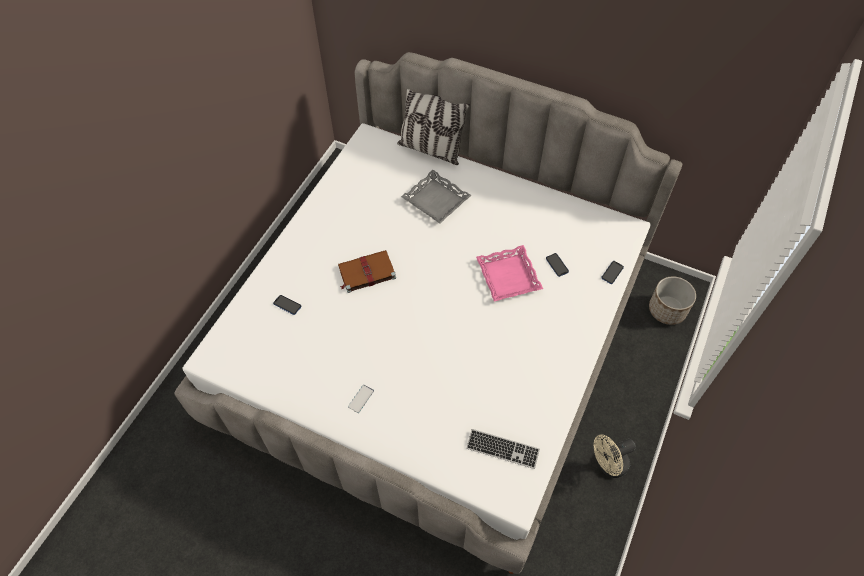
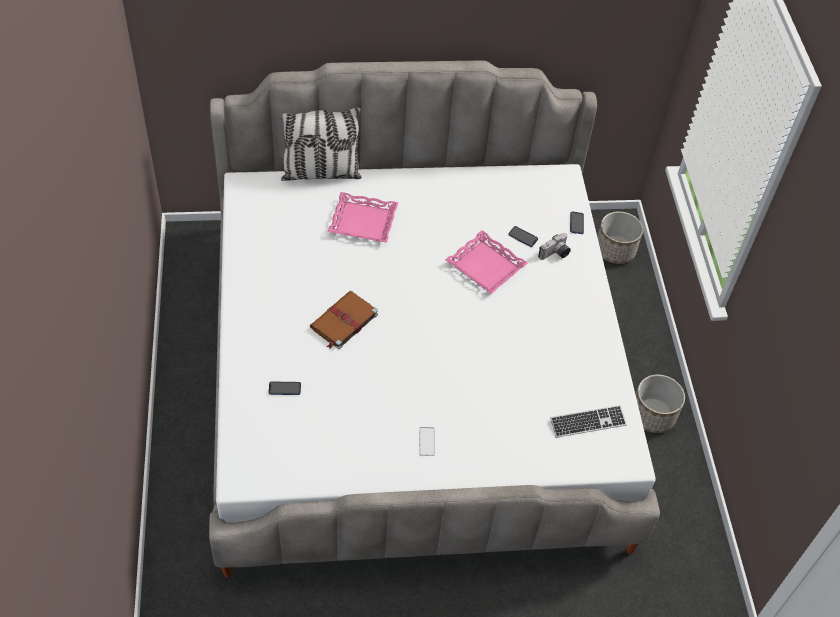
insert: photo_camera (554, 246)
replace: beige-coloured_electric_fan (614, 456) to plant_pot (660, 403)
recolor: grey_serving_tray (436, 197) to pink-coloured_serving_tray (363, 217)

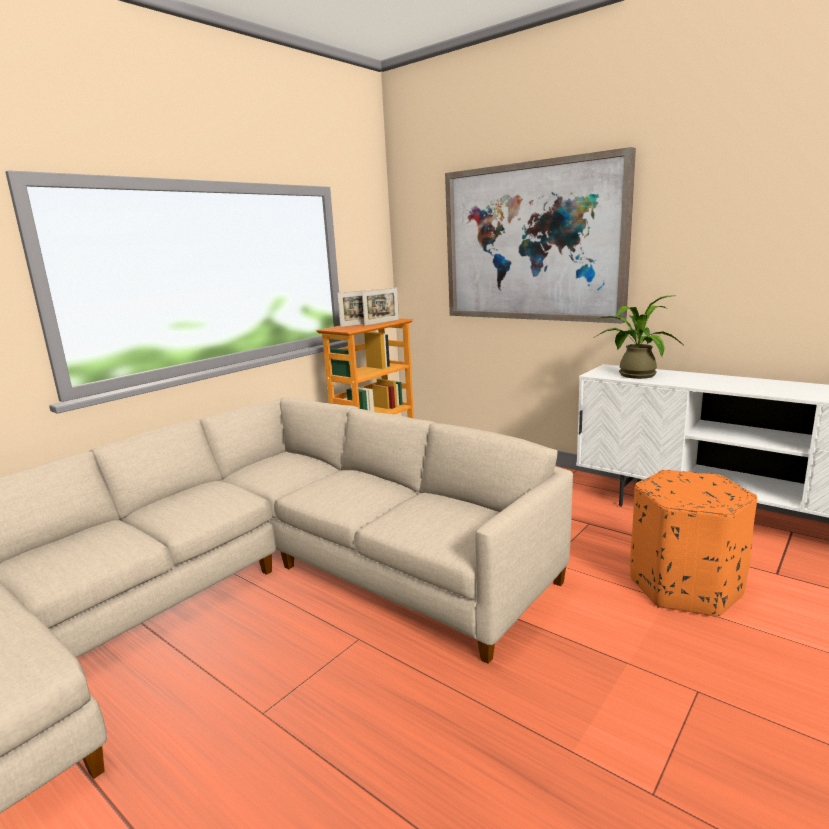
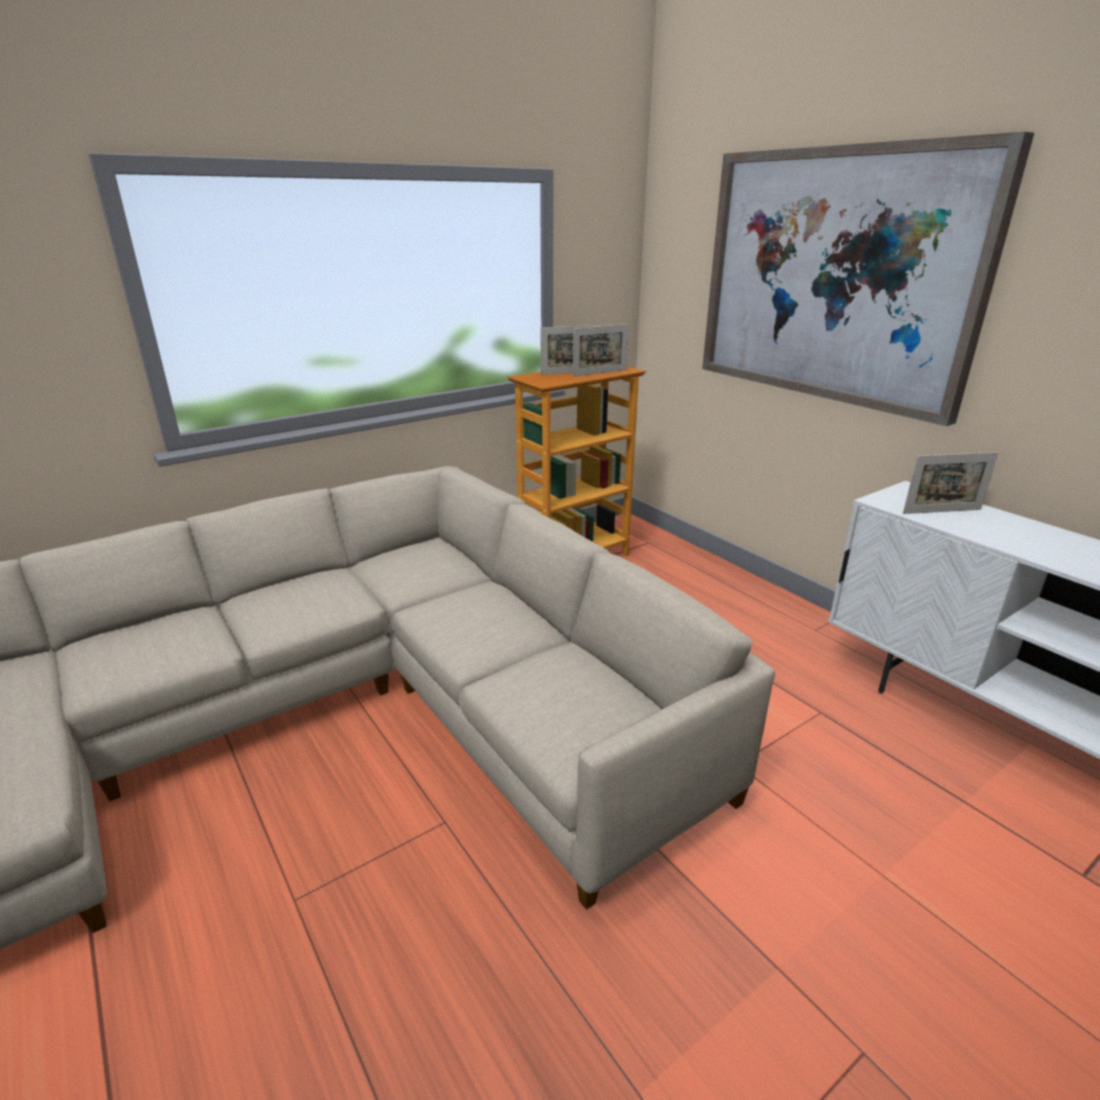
delete: orange_footrest (693, 543)
replace: potted_plant (639, 337) to photo_frame (950, 483)

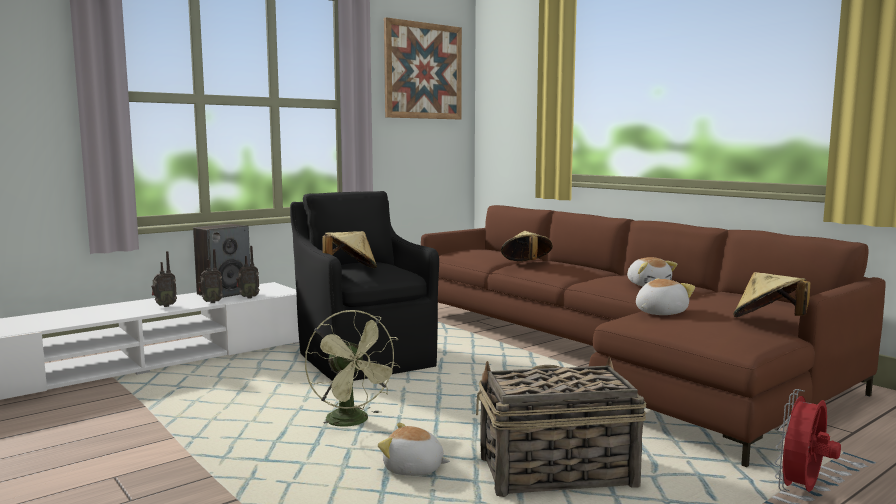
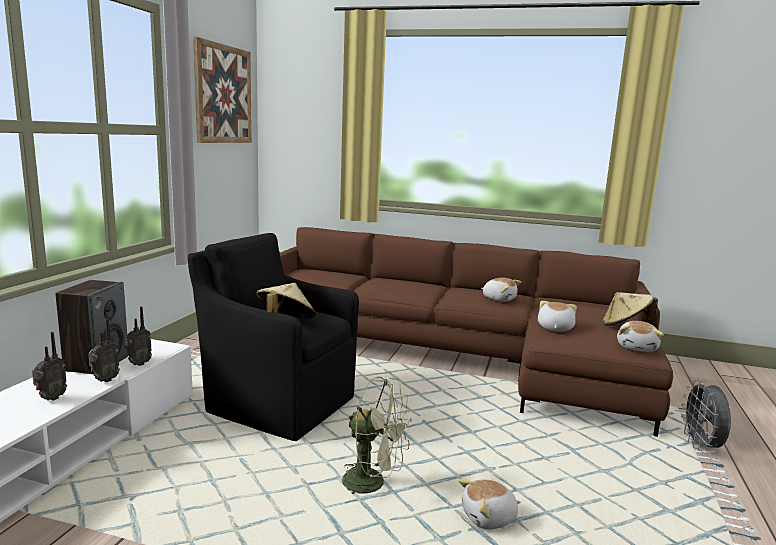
delete: basket (561, 426); beige-coloured_hat (527, 246)
insert: plush_toy (640, 336)
recolor: red-coloured_electric_fan (807, 440) to grey_electric_fan (706, 415)

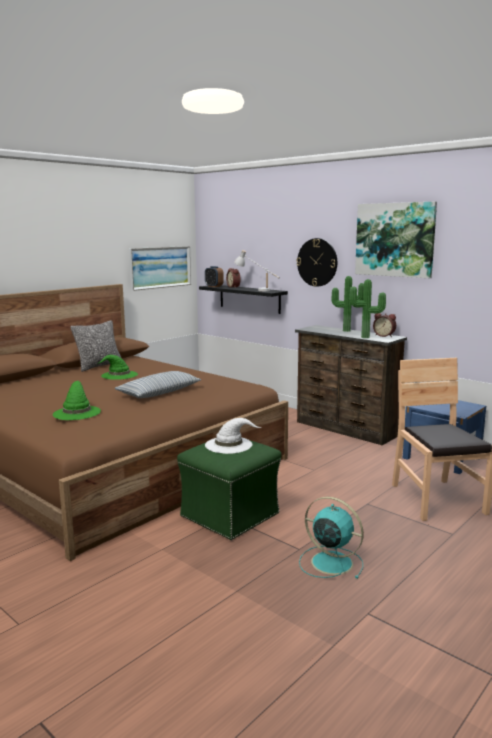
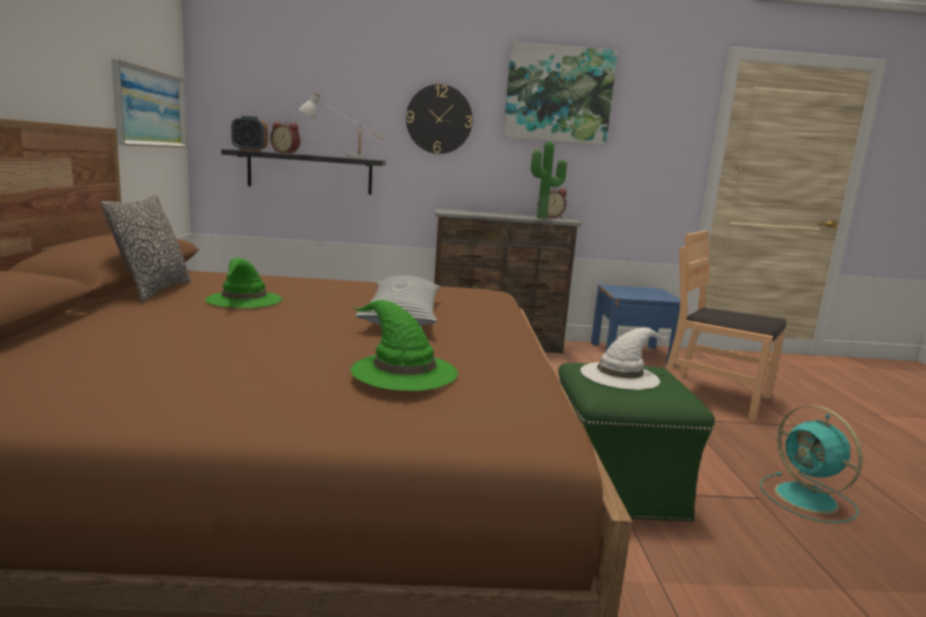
delete: potted_plant (347, 304)
rotate: turquoise-coloured_electric_fan (331, 538) = (811, 464) 105 degrees counterclockwise

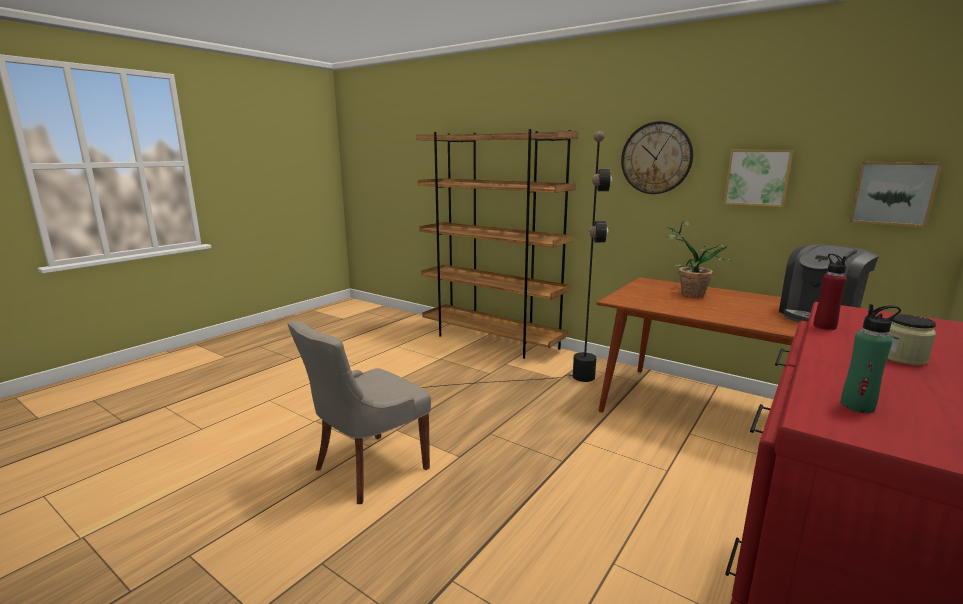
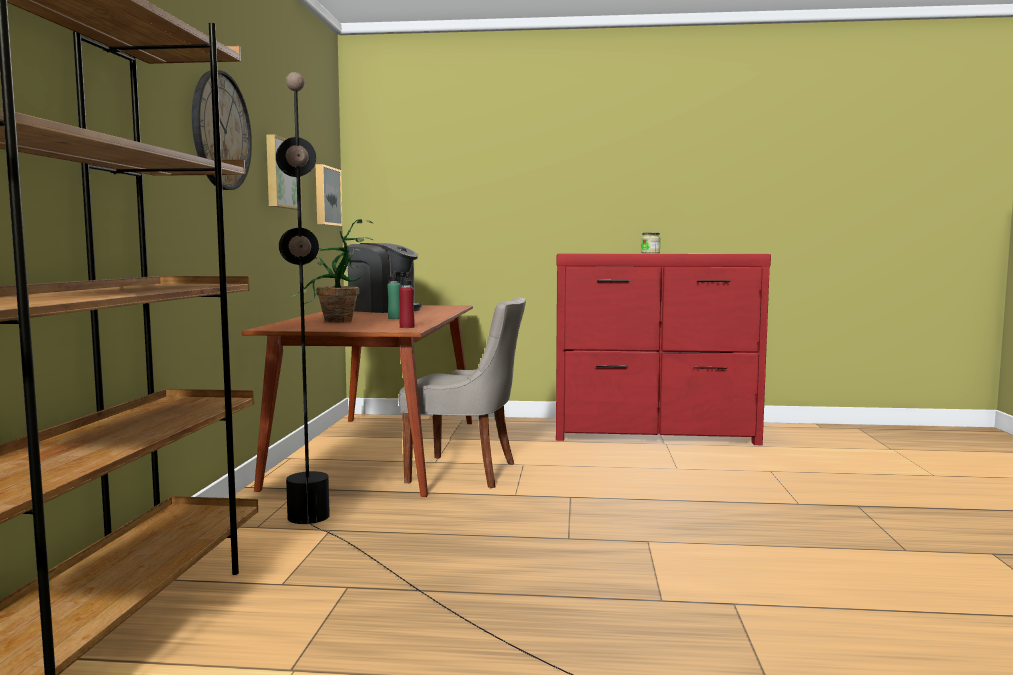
move: grey_upright_chair (359, 412) to (462, 392); red-coloured_bottle (830, 292) to (407, 300); green_bottle (871, 358) to (394, 294)

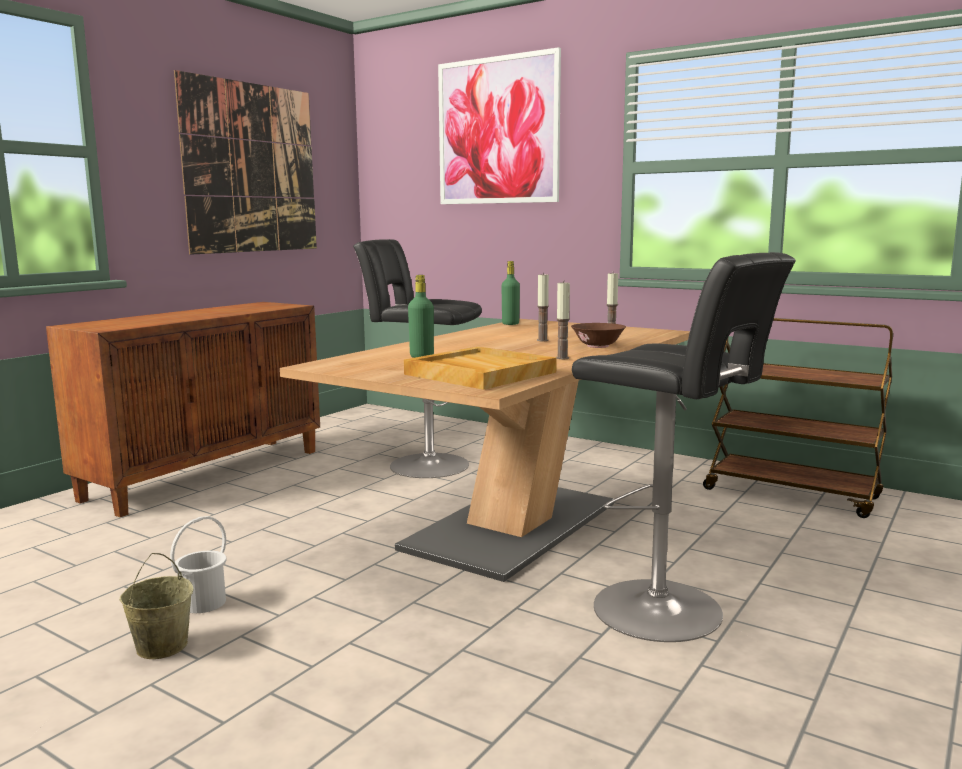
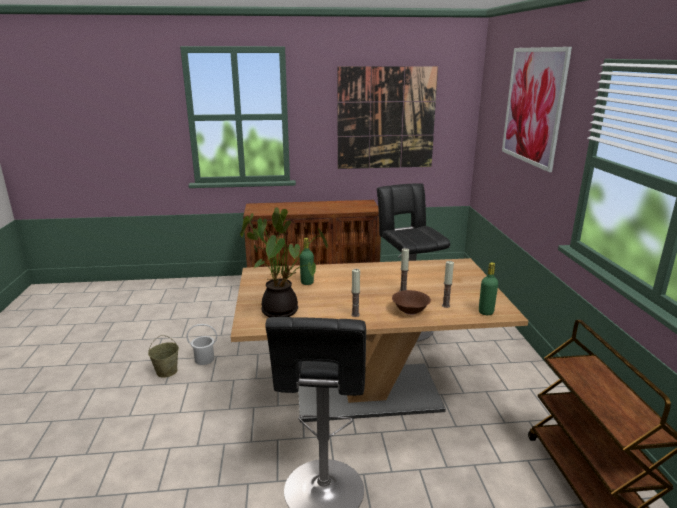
move: green_bottle (511, 293) to (488, 288)
replace: beige-coloured_serving_tray (480, 368) to potted_plant (284, 262)

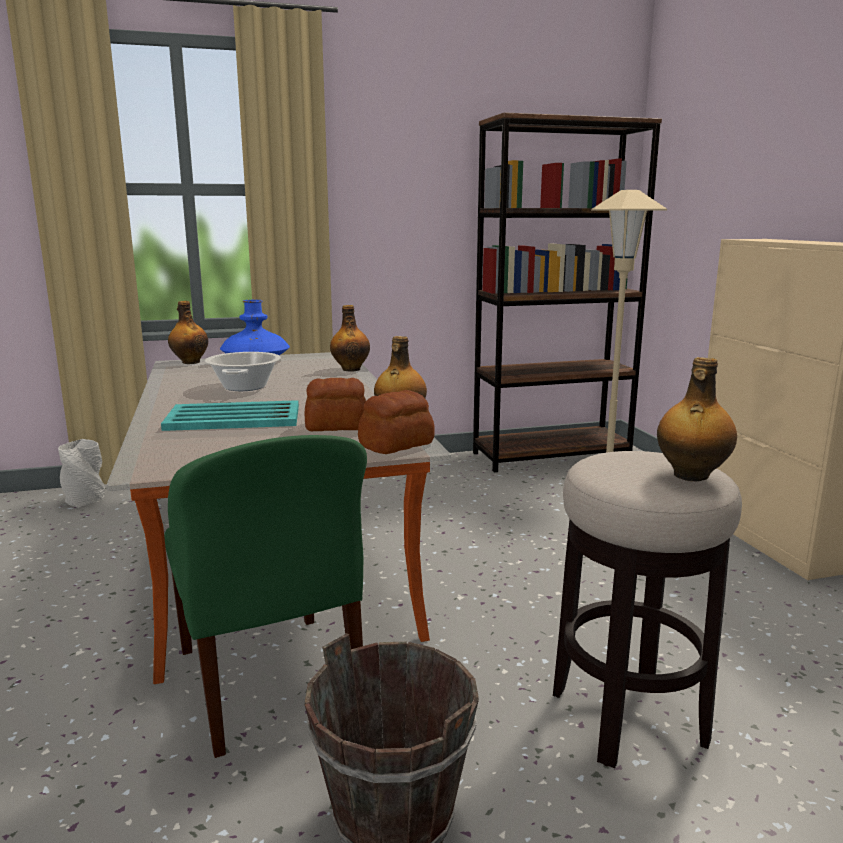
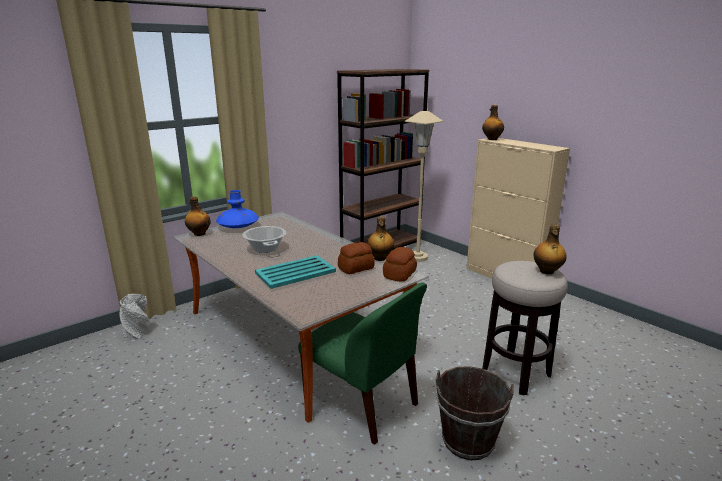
move: bottle (350, 338) to (493, 122)

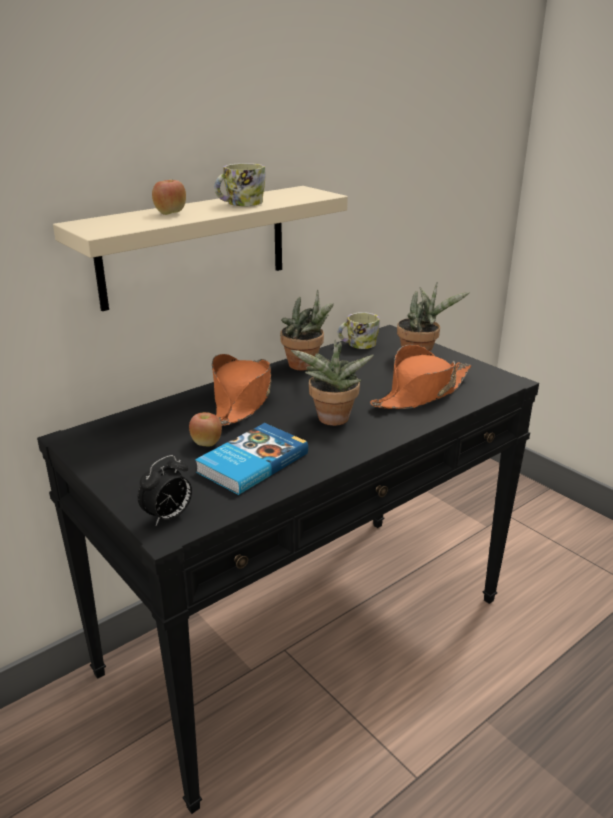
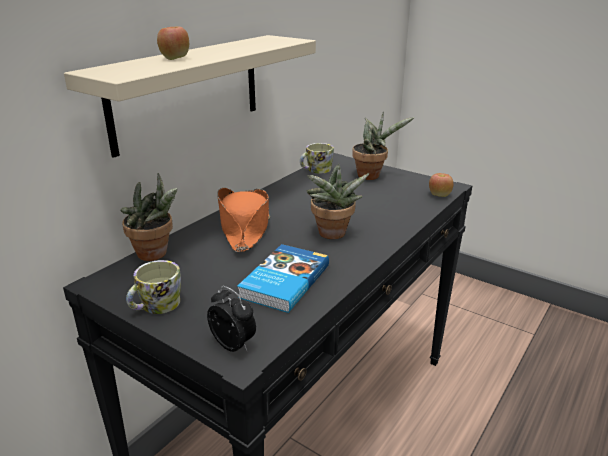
delete: orange_hat (420, 377)
move: whole_apple (205, 429) to (441, 185); coffee_mug (240, 184) to (153, 287); potted_plant (307, 330) to (148, 217)
rotate: table_clock (165, 490) = (231, 319) 75 degrees counterclockwise

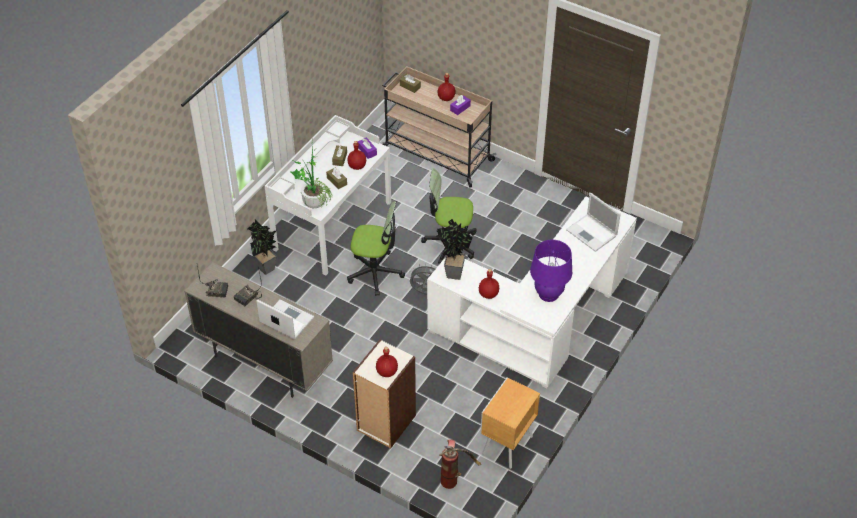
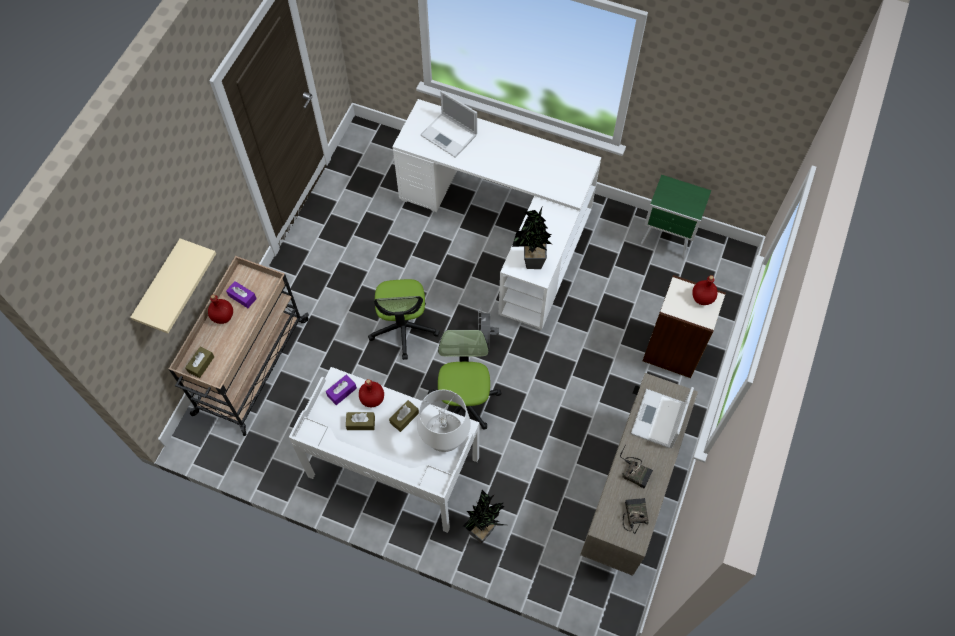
delete: fire-fighting_cylinder (460, 464); red-coloured_bottle (489, 284); purplish_tabletop_lamp (551, 271)
insert: beige-coloured_shelf (173, 285)
replace: potted_plant (311, 176) to white_tabletop_lamp (444, 421)
recolor: brown-coloured_night_table (510, 423) to green_night_table (676, 216)
rotate: laptop (593, 222) = (449, 124) 90 degrees clockwise

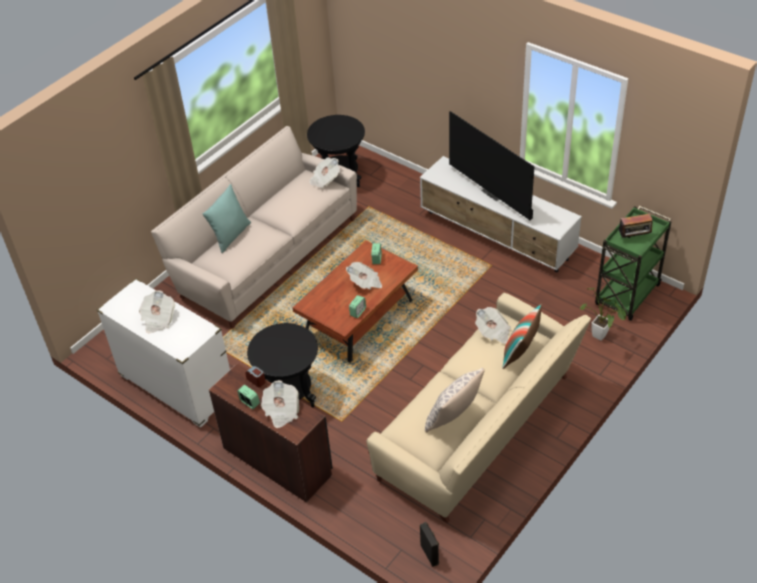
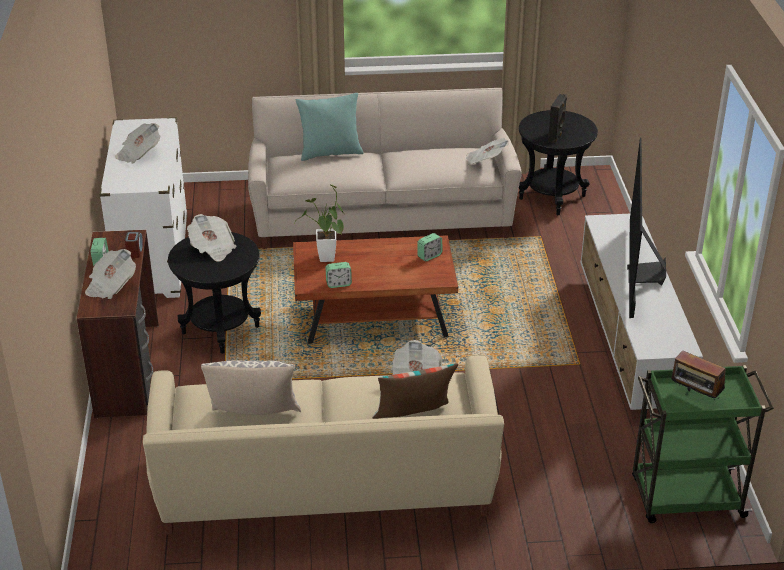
move: daily_paper (364, 276) to (212, 238); blackish_speaker (429, 544) to (557, 118); potted_plant (603, 314) to (319, 223)

